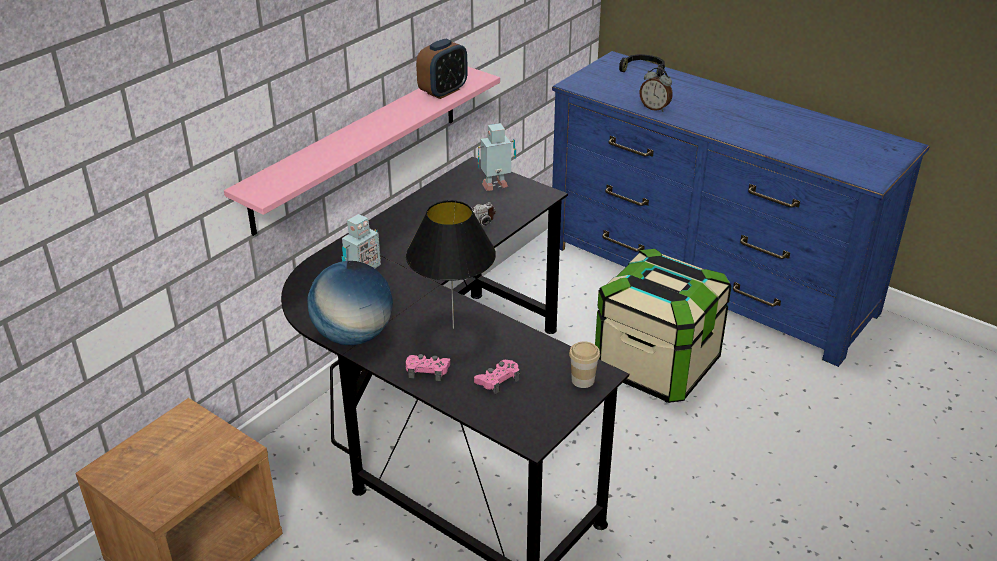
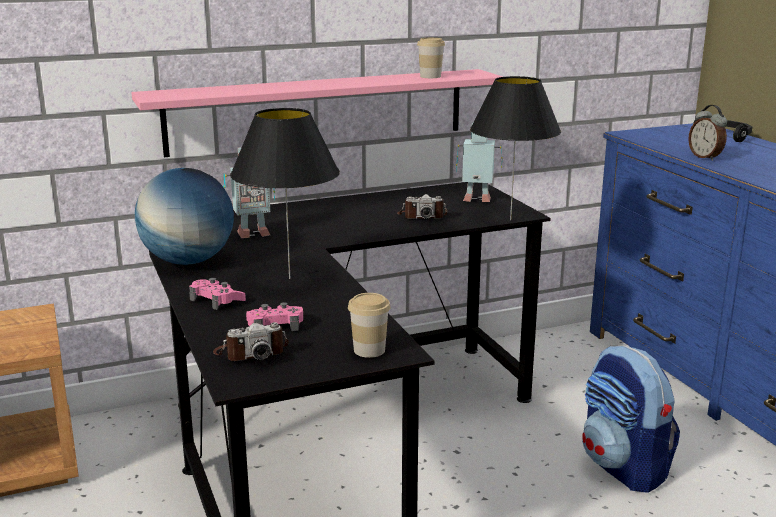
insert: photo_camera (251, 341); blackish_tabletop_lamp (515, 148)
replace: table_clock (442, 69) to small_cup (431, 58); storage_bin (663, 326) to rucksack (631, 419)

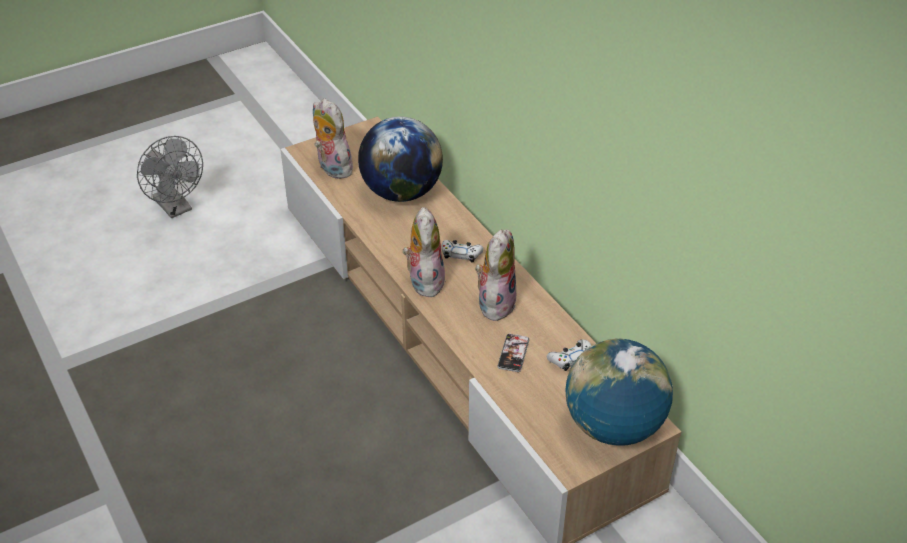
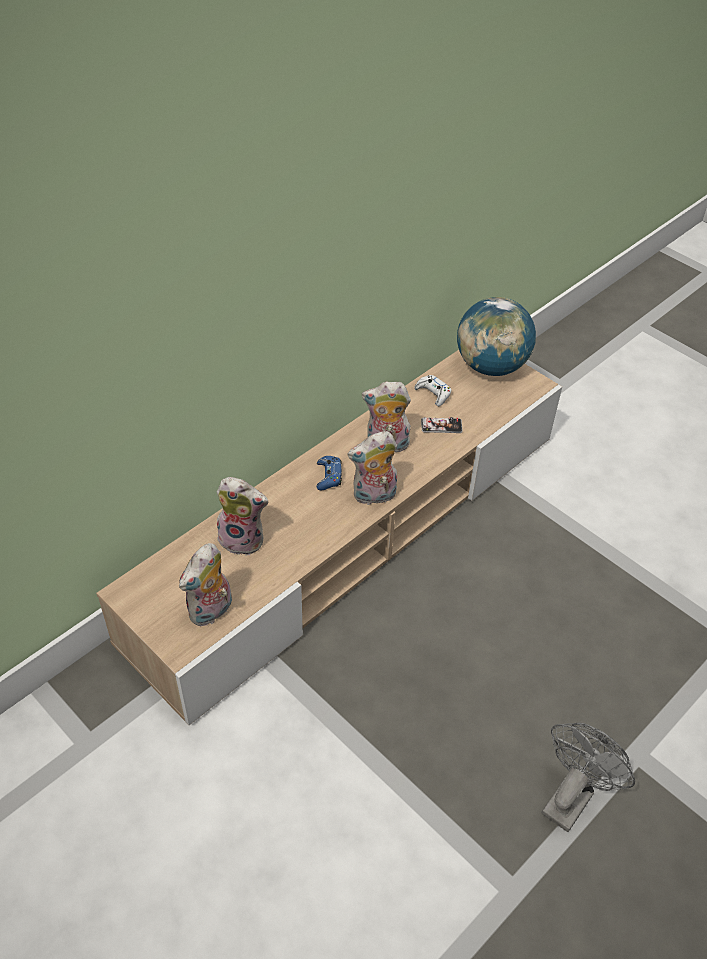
move: grey_electric_fan (170, 177) to (588, 777)
replace: desk_globe (400, 159) to plush_toy (242, 516)
recolor: white_joypad (462, 251) to blue_joypad (329, 473)

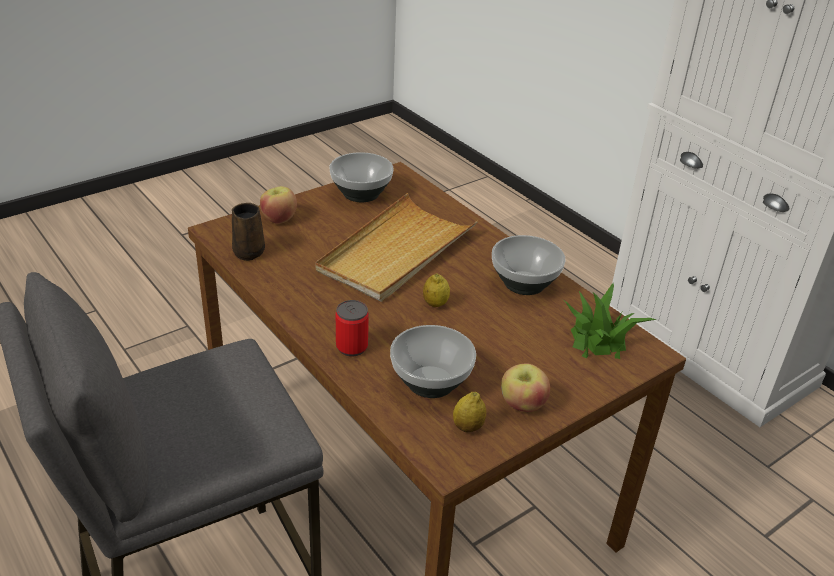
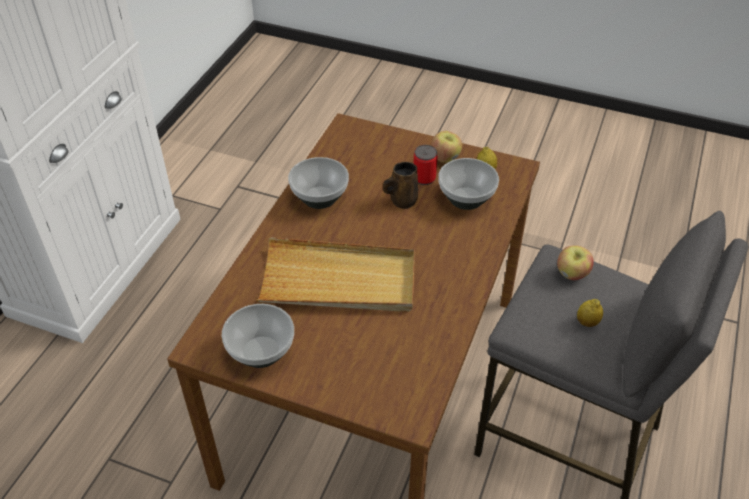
delete: potted_plant (610, 321)
move: brown-coloured_coffee_mug (248, 232) to (400, 185); whole_apple (278, 205) to (575, 262); metal_can (352, 328) to (425, 165); lemon (436, 290) to (590, 313)

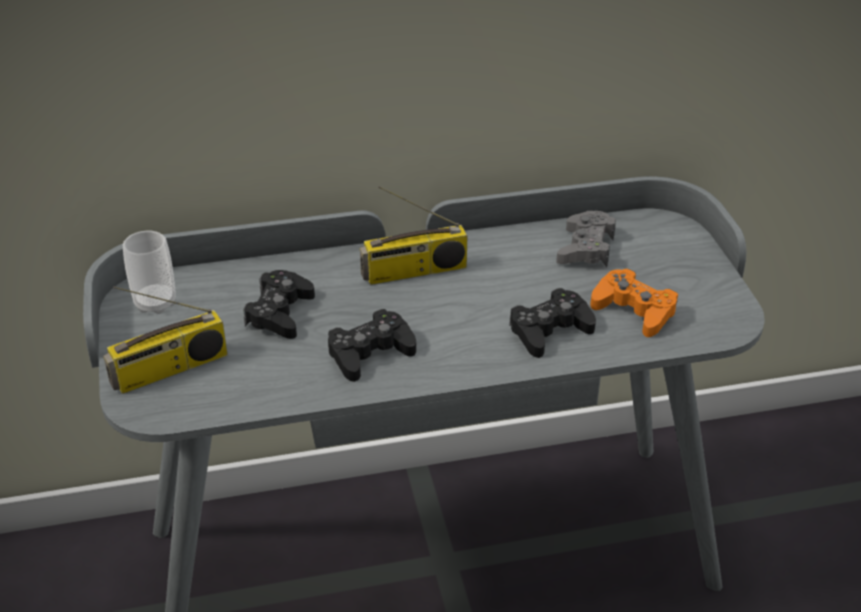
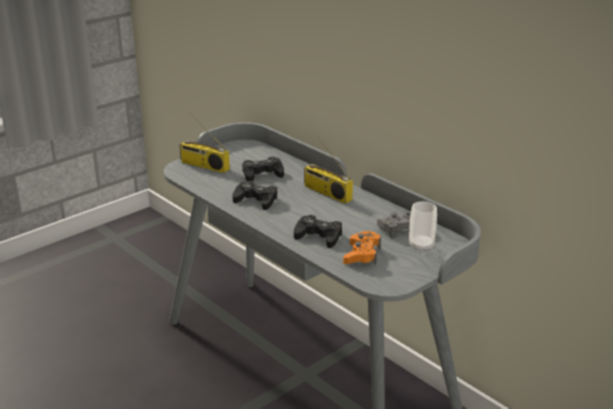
move: small_cup (149, 272) to (423, 226)

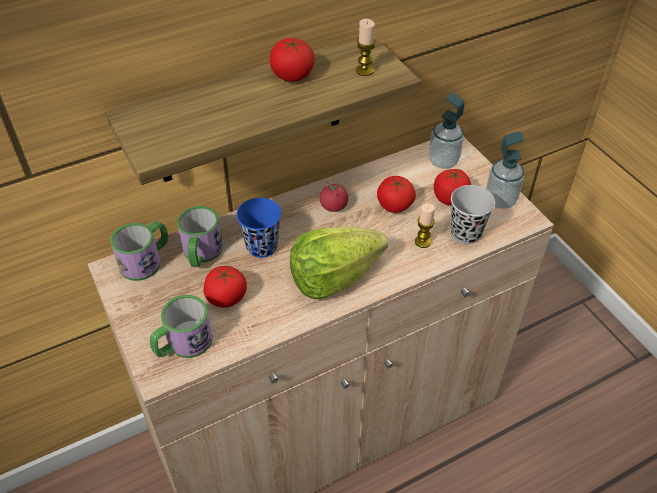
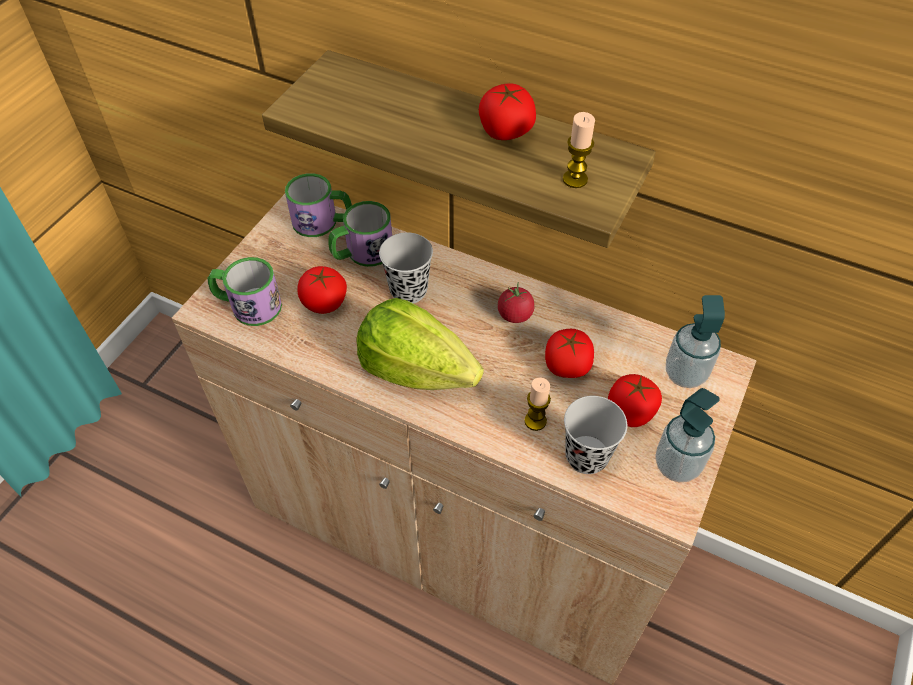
recolor: blue_small_cup (258, 228) to blackish_small_cup (406, 268)

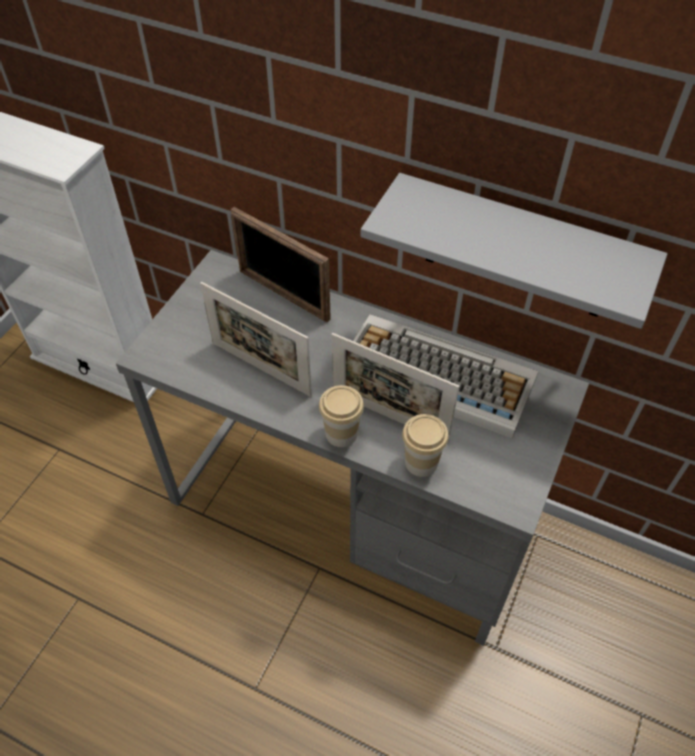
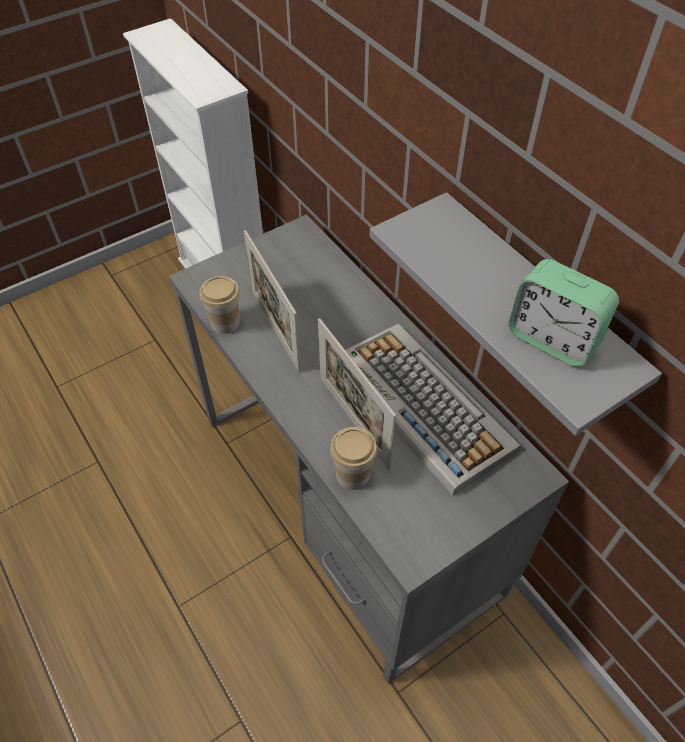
delete: photo_frame (281, 264)
insert: table_clock (563, 313)
move: small_cup (341, 416) to (219, 305)

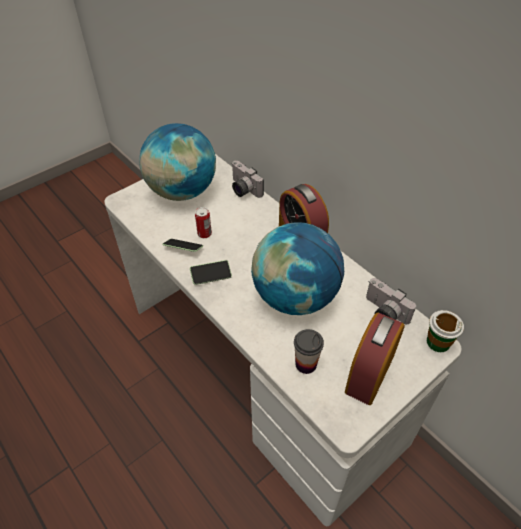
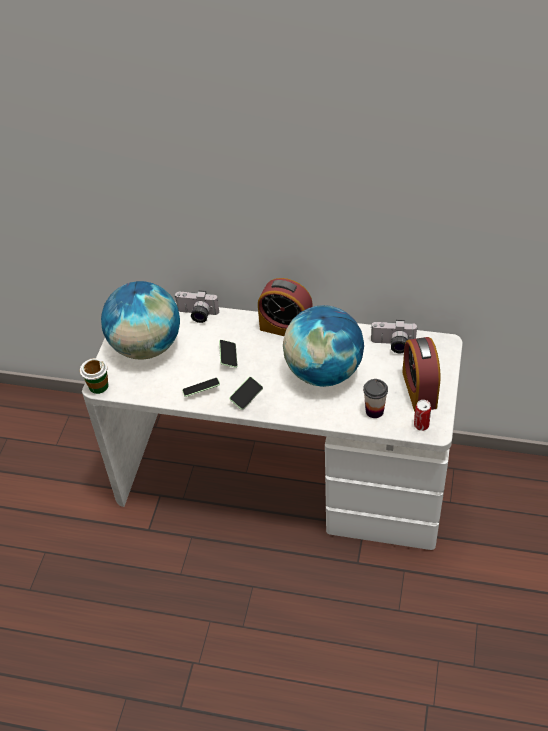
insert: telephone (228, 354)
move: metal_can (203, 222) to (422, 415); small_cup (445, 331) to (94, 376)

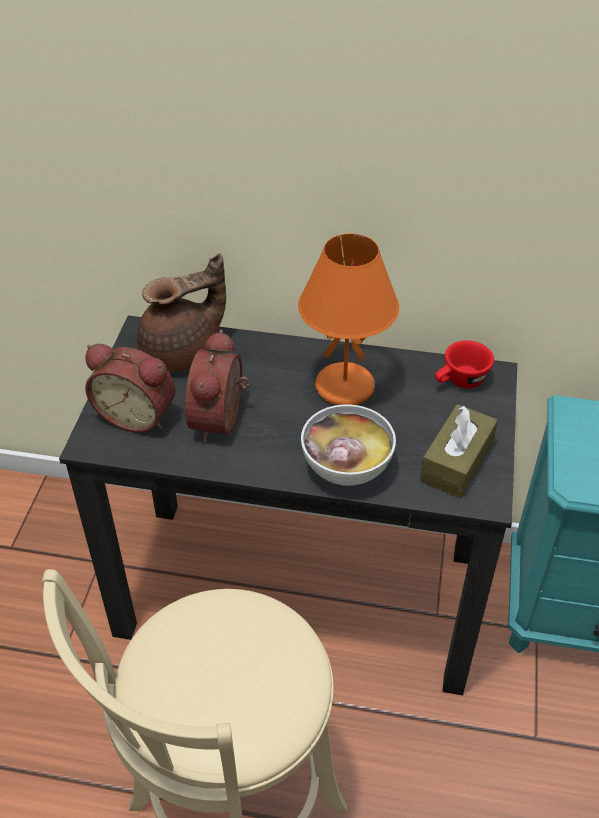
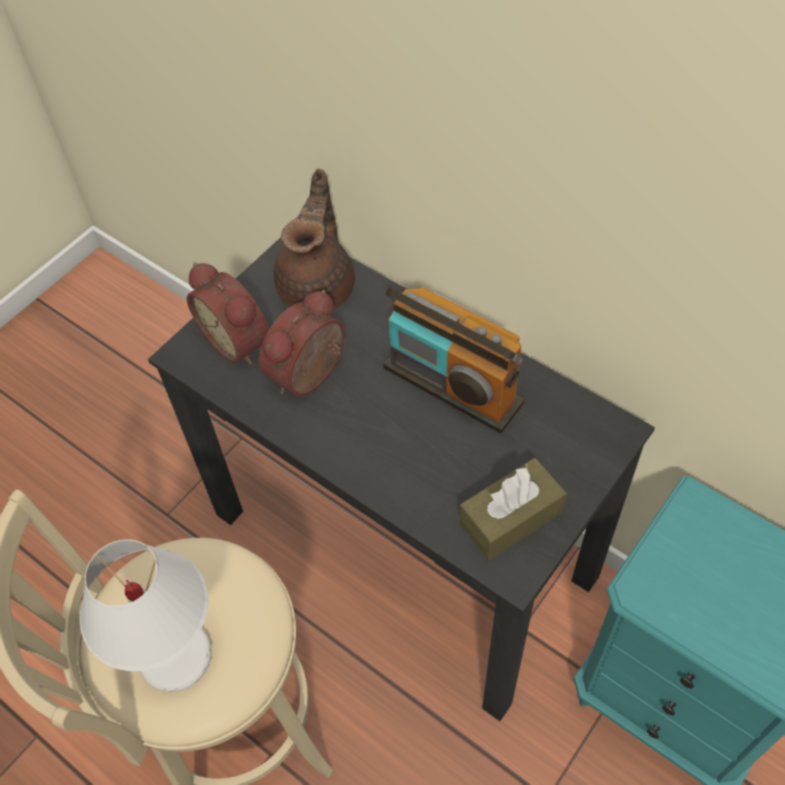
delete: serving_bowl (348, 445); red-coloured_small_cup (464, 364)
insert: white_tabletop_lamp (145, 615)
replace: orange_tabletop_lamp (348, 319) to radio (454, 360)
rotate: brown-coloured_teapot (181, 312) = (314, 238) 75 degrees counterclockwise

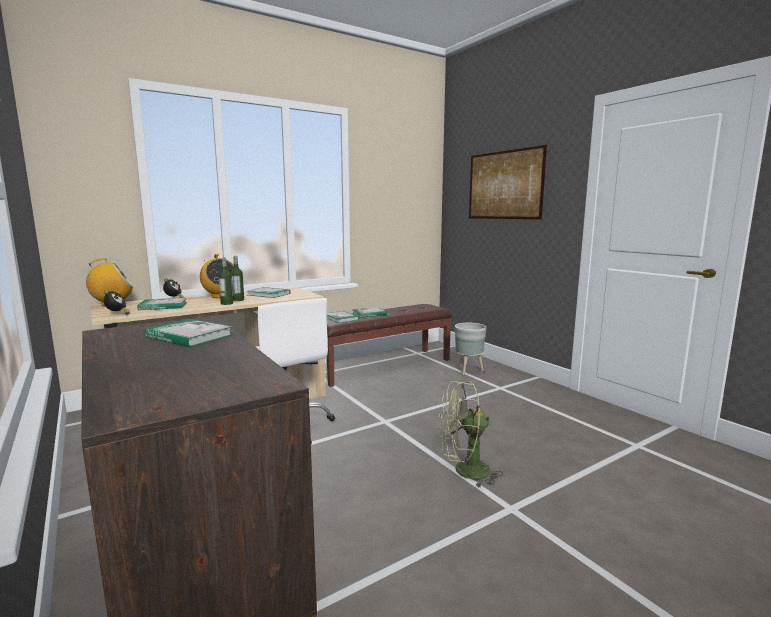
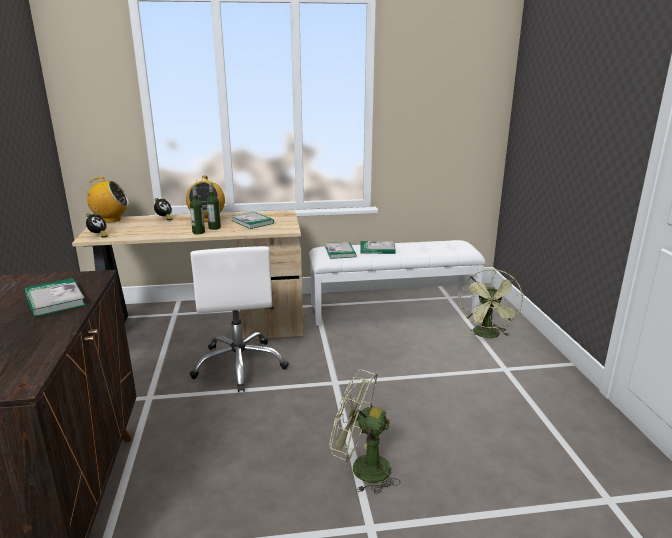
delete: volume (162, 304); picture (508, 182)
replace: grey_plant_pot (471, 349) to green_electric_fan (492, 303)
recolor: brown-coloured_indoor_bench (389, 345) to white_indoor_bench (397, 283)

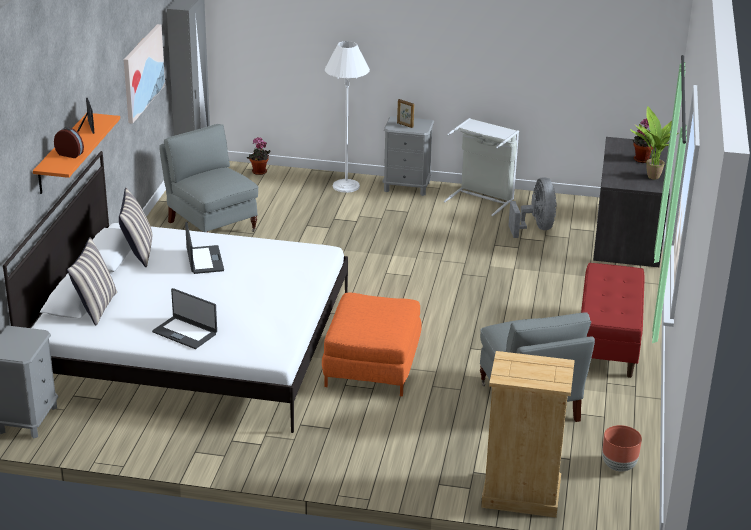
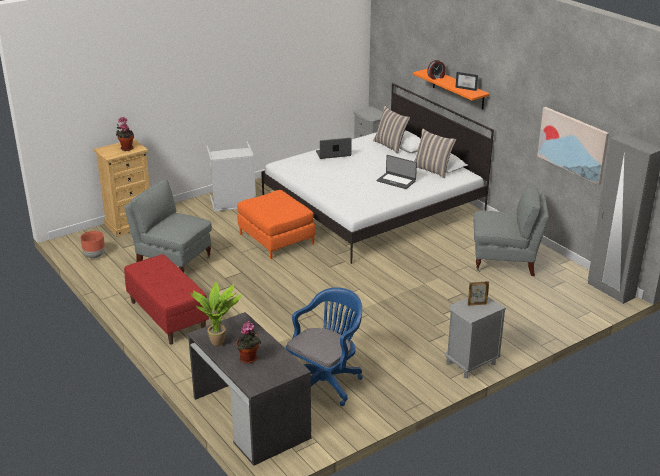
delete: white_standard_lamp (347, 117)
move: potted_plant (259, 156) to (125, 134); grey_laundry_basket (481, 167) to (231, 177)
replace: grey_electric_fan (532, 207) to blue_office_chair (324, 346)

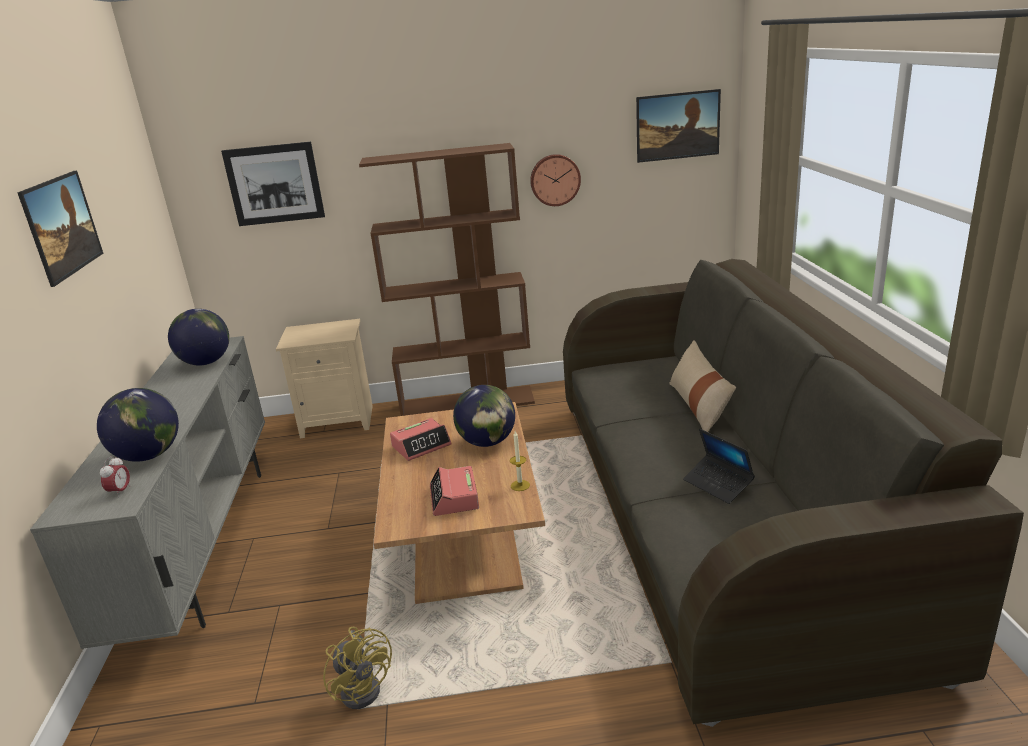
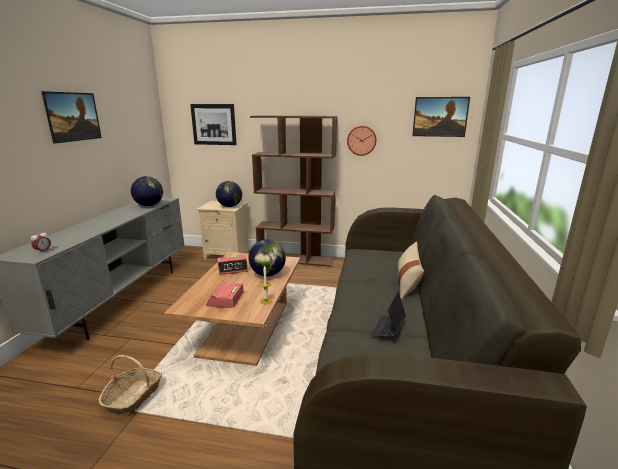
move: desk_globe (138, 425) to (229, 194)
replace: yellow-coloured_electric_fan (357, 668) to basket (130, 385)
rotate: laptop (719, 466) = (388, 314) 45 degrees clockwise

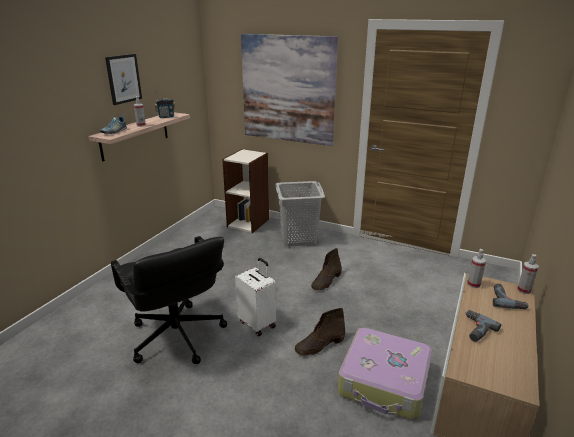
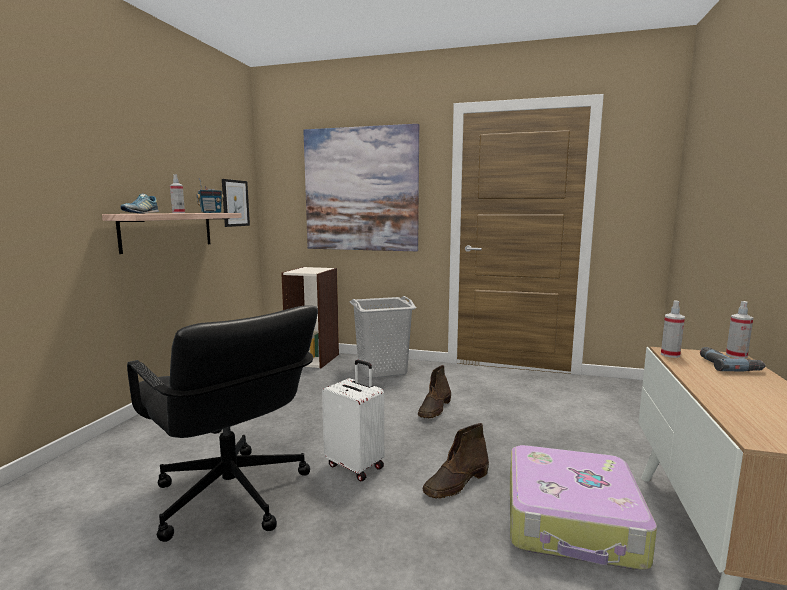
delete: drill (483, 326)
move: picture (123, 79) to (236, 203)

